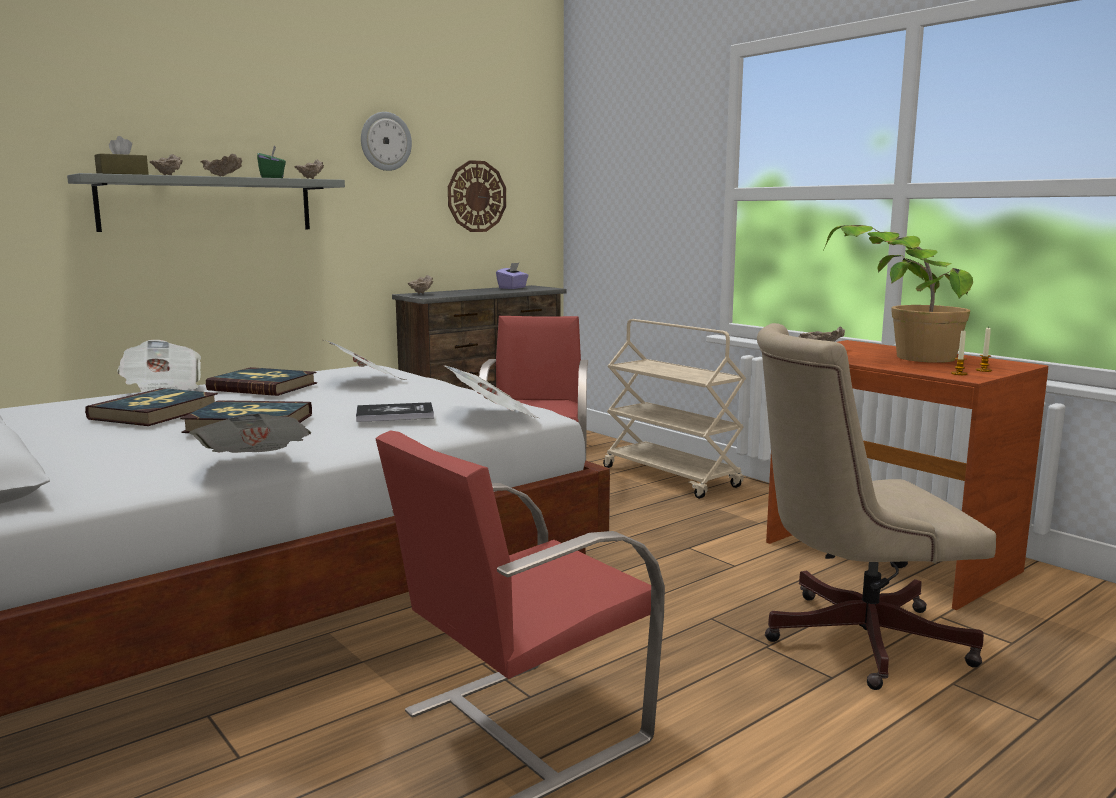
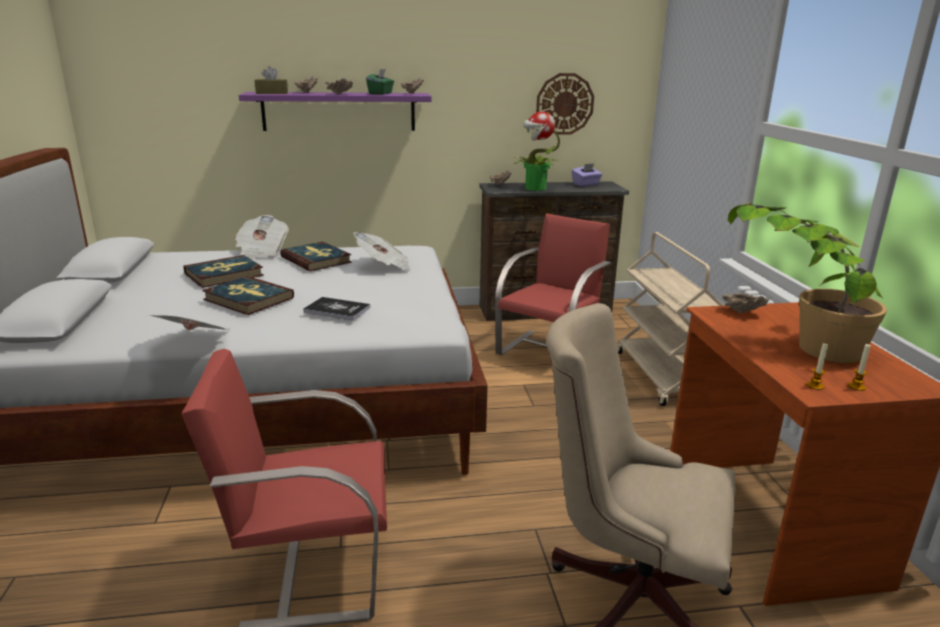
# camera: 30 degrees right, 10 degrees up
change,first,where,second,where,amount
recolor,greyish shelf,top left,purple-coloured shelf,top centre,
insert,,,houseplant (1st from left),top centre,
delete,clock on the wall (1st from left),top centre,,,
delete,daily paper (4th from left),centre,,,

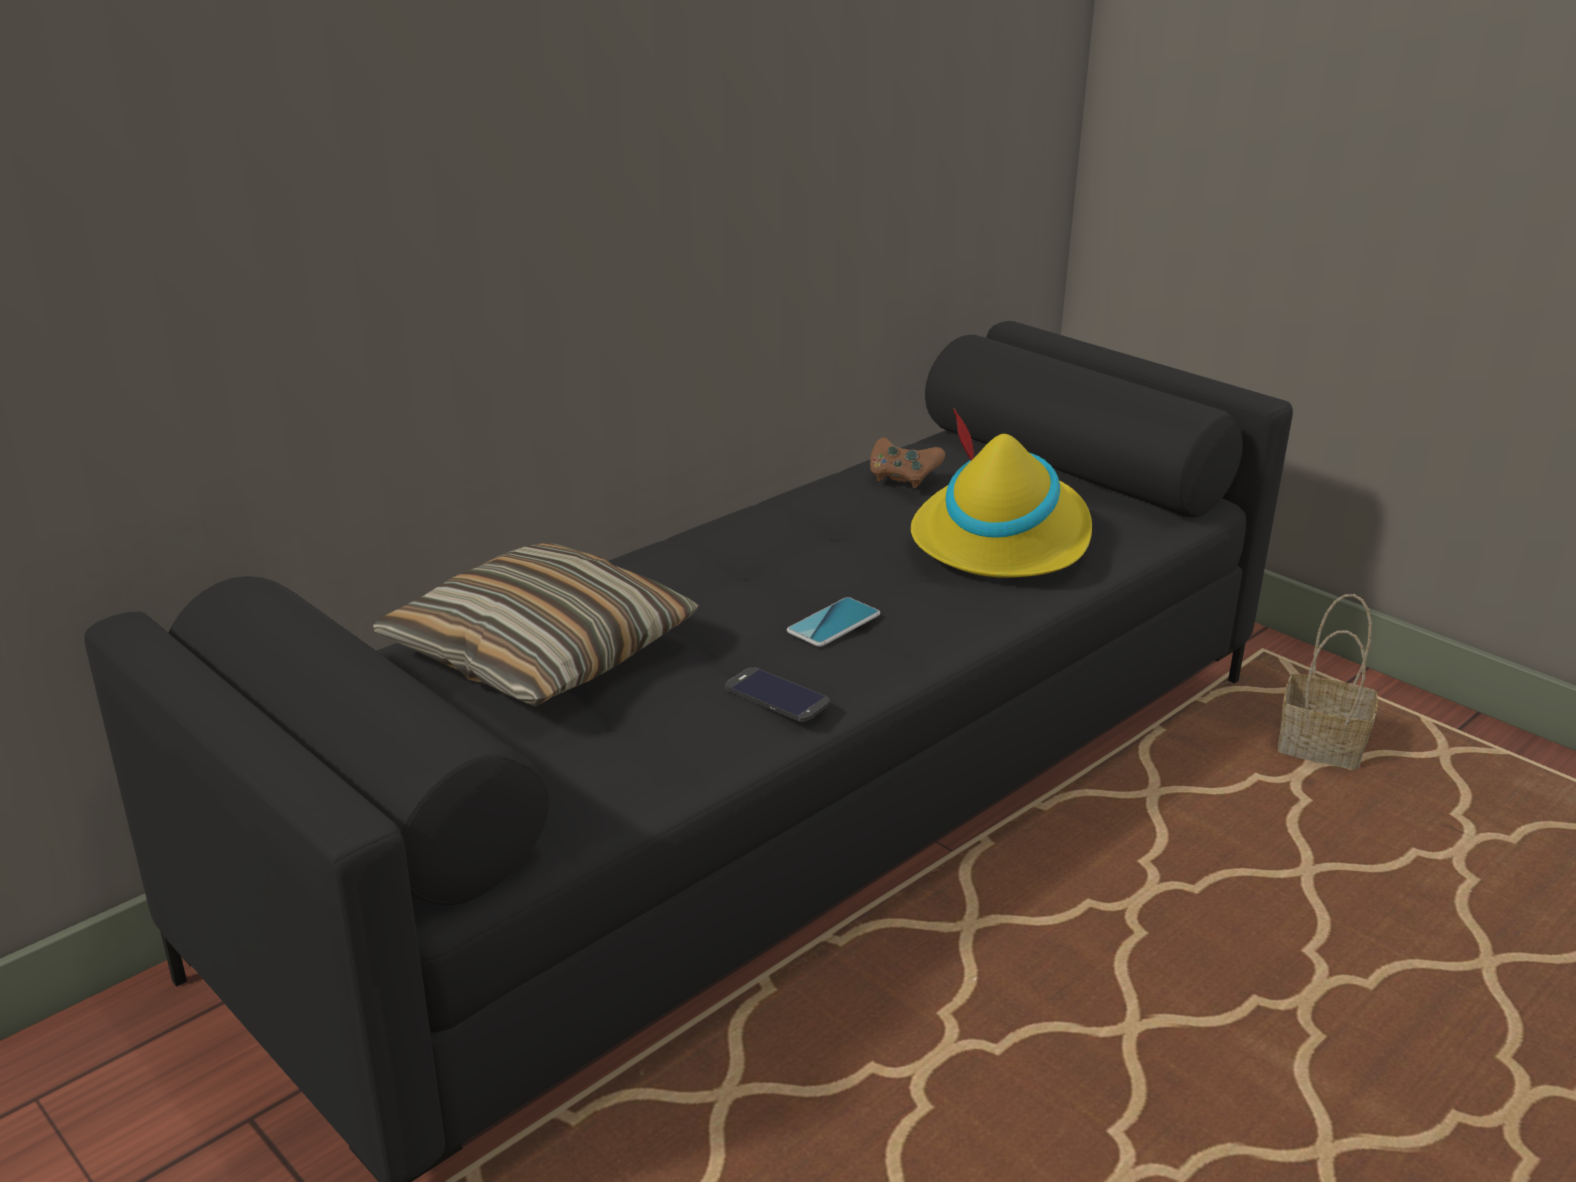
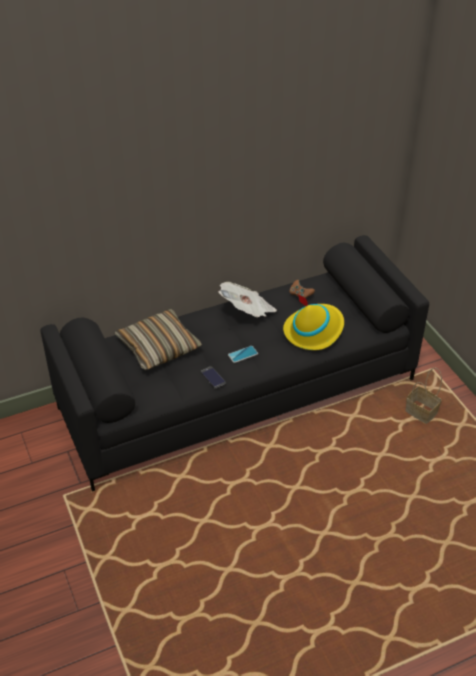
# camera: 20 degrees right, 15 degrees up
change,first,where,second,where,amount
insert,,,daily paper,centre,

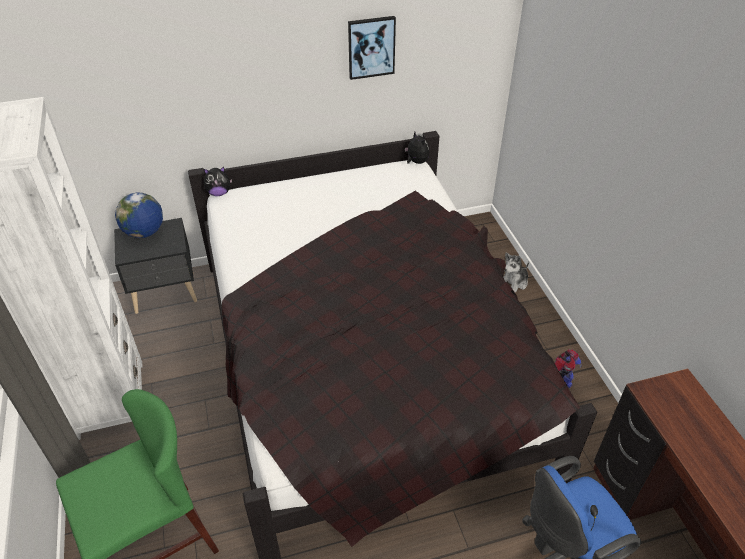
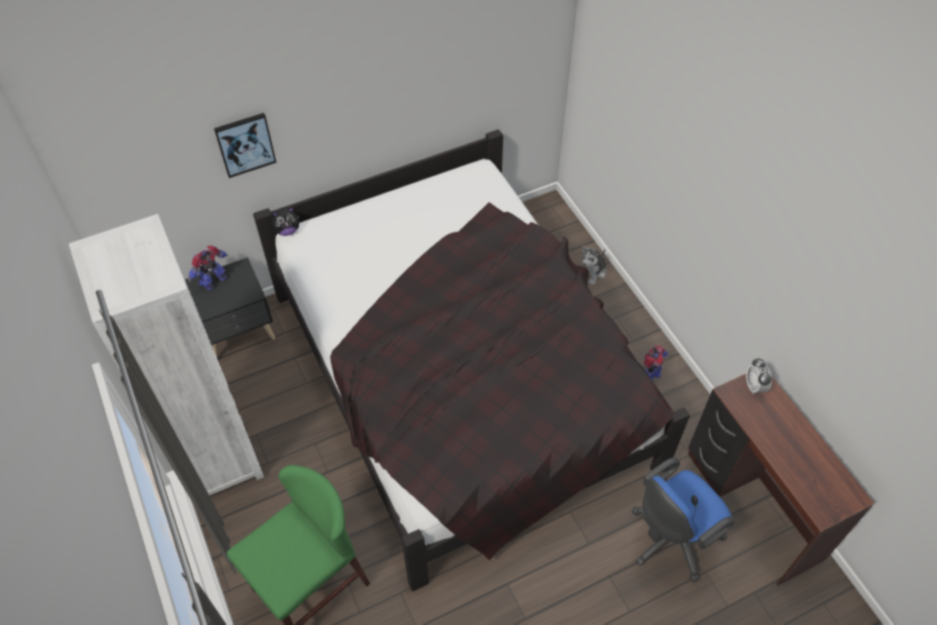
# camera: 10 degrees left, 10 degrees up
change,first,where,second,where,amount
replace,world globe,middle left,toy robot (1st from left),middle left,
move,picture,top centre,,top left,
insert,,,table clock,middle right,
delete,plush toy (2nd from left),top centre,,,

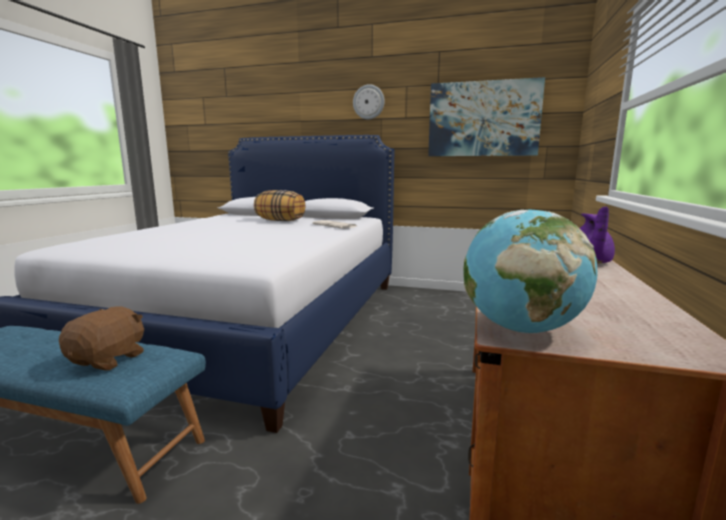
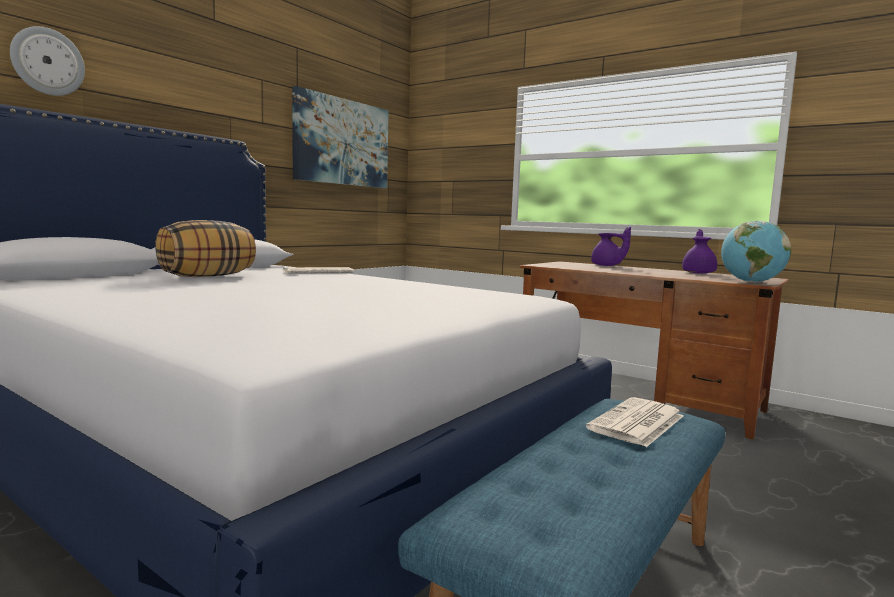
# camera: 70 degrees left, 5 degrees down
change,first,where,second,where,amount
move,clock on the wall,top centre,,top left,
replace,brown-coloured plush toy,middle left,daily paper (2nd from left),bottom right,
insert,,,purple-coloured tea pot (2nd from left),middle right,

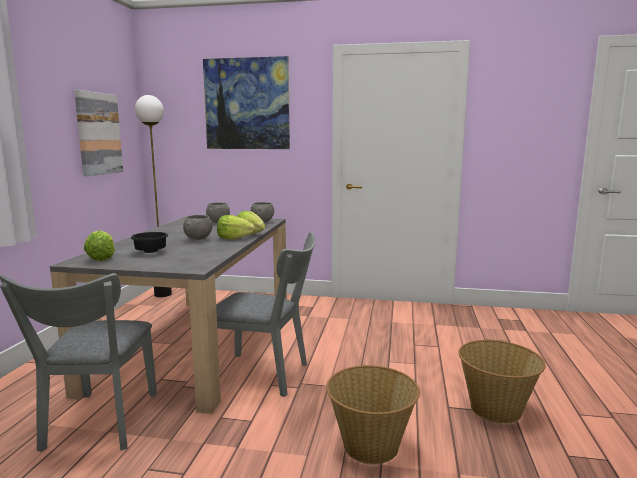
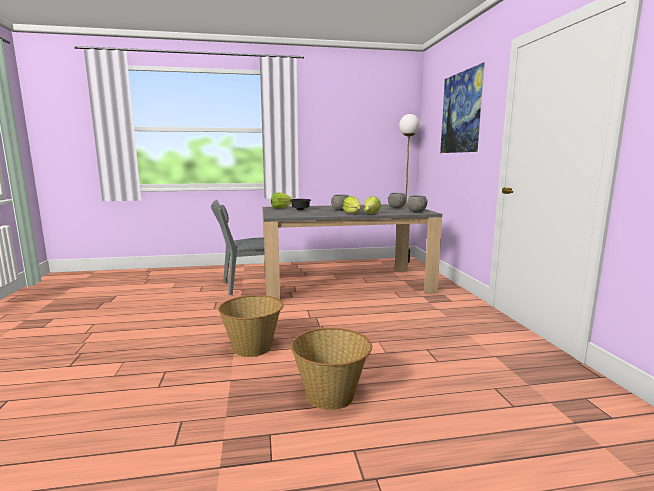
# camera: 70 degrees right, 0 degrees up
change,first,where,second,where,amount
delete,picture (1st from left),top left,,,
delete,greyish chair (2nd from left),centre,,,

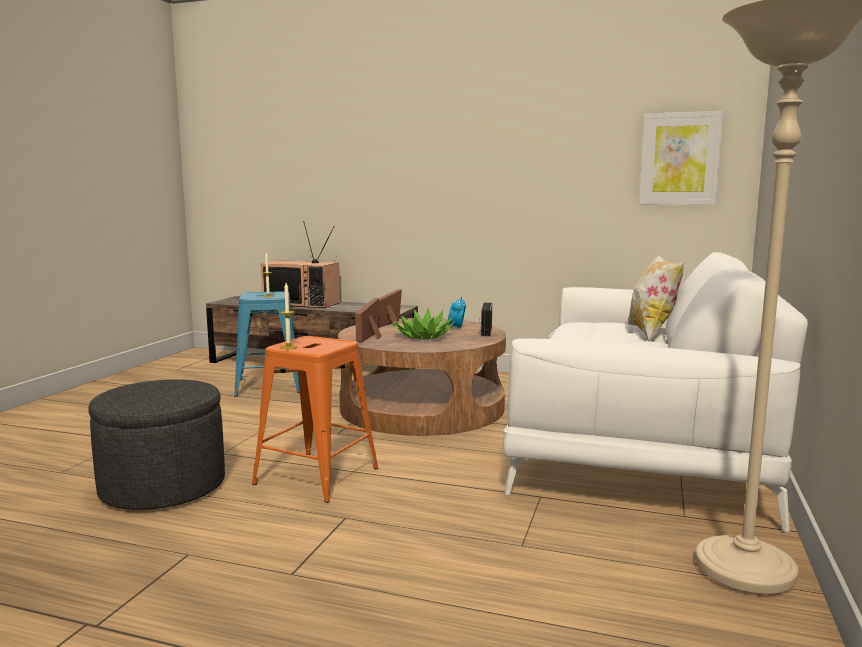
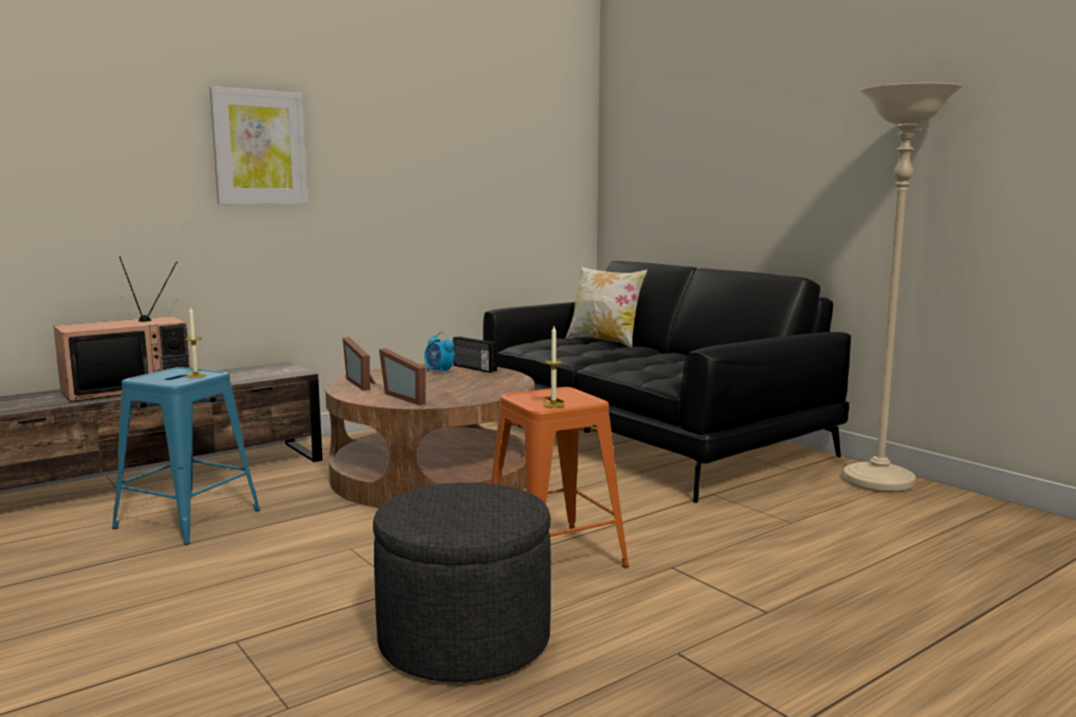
# camera: 55 degrees left, 0 degrees up
change,first,where,second,where,amount
move,picture,top right,,top left,
recolor,white-coloured couch,middle right,blackish couch,centre,
delete,houseplant,centre,,,

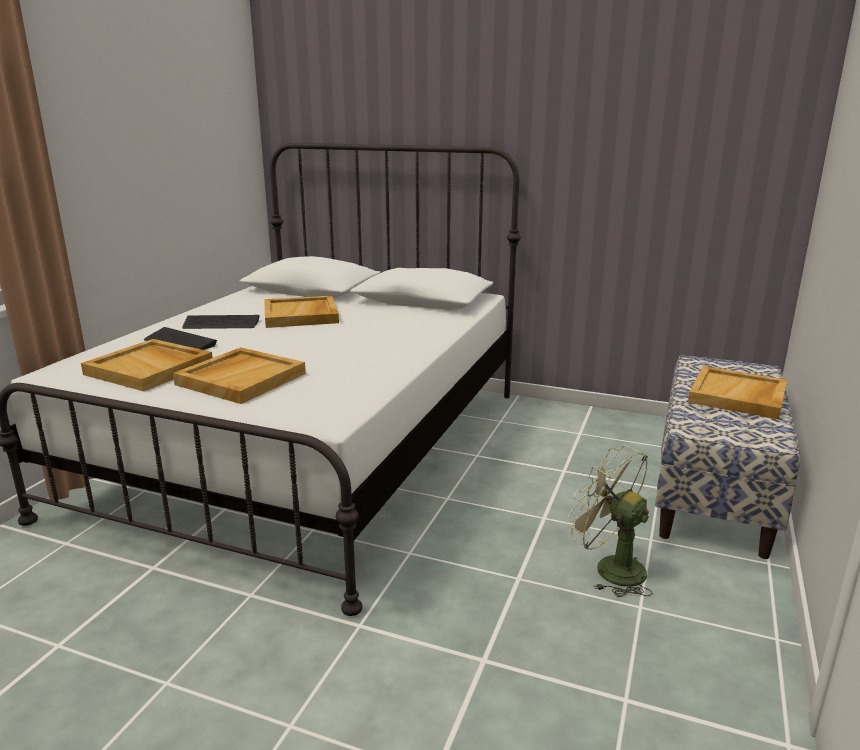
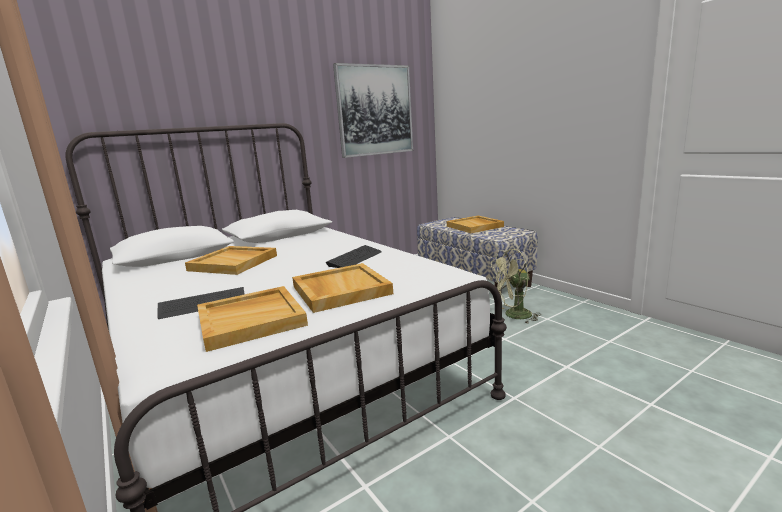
# camera: 55 degrees left, 5 degrees down
change,first,where,second,where,amount
move,computer keyboard (2nd from left),middle left,,centre,
insert,,,picture,top centre,

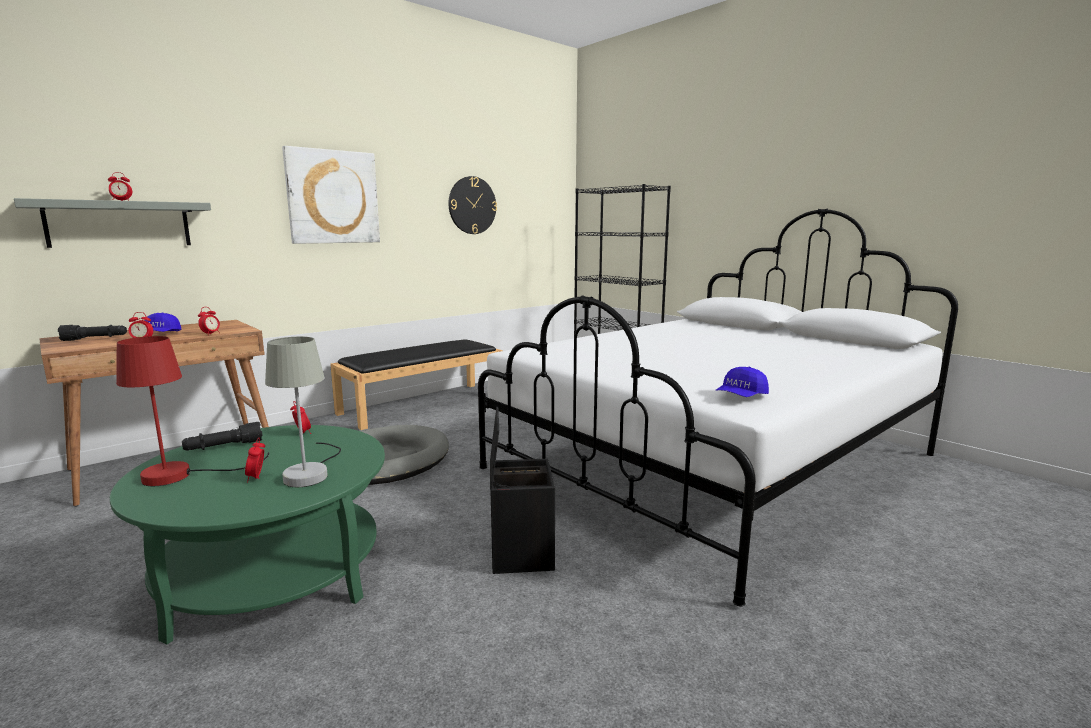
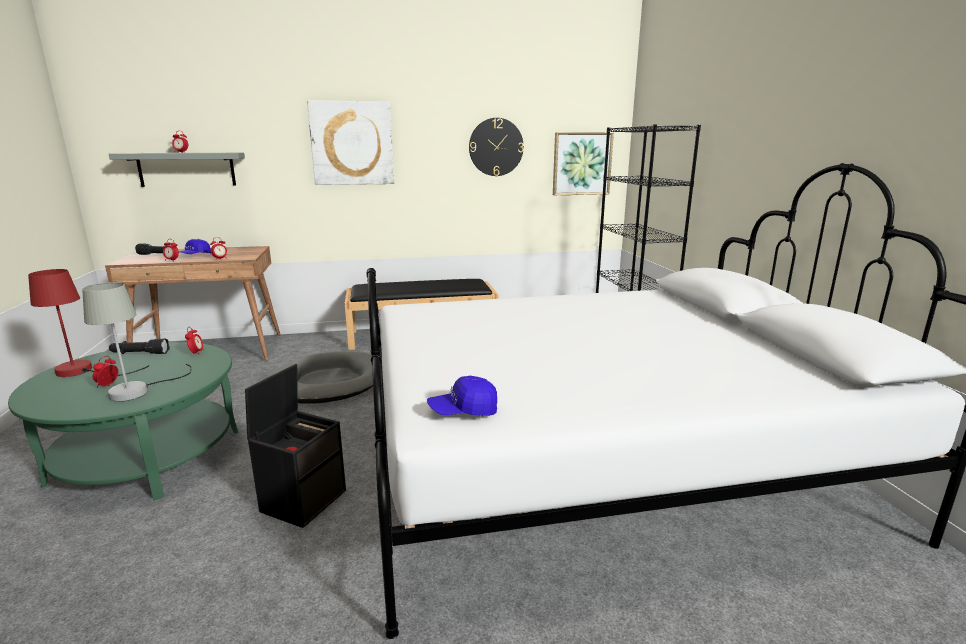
# camera: 30 degrees right, 5 degrees up
change,first,where,second,where,amount
insert,,,picture (2nd from left),top centre,

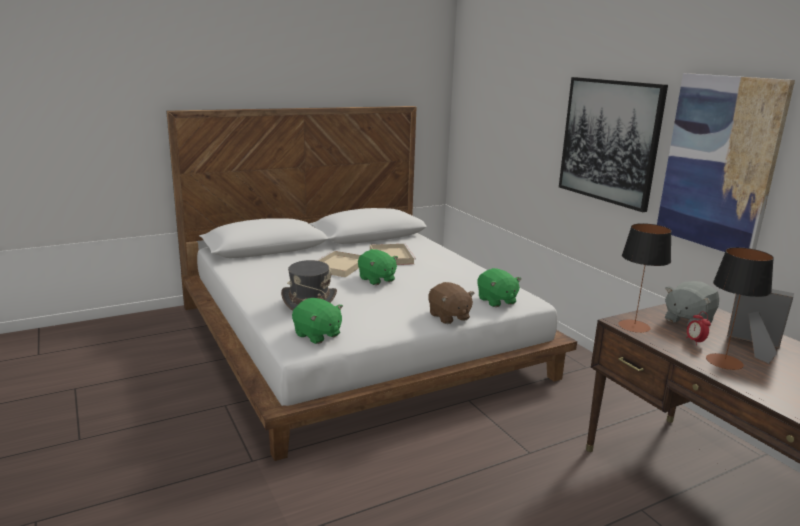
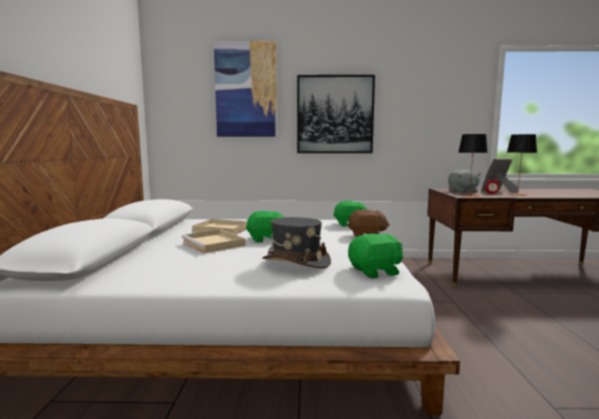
# camera: 60 degrees left, 10 degrees down
change,first,where,second,where,amount
move,picture (2nd from left in the first image),top right,picture (1st from left),top centre,

